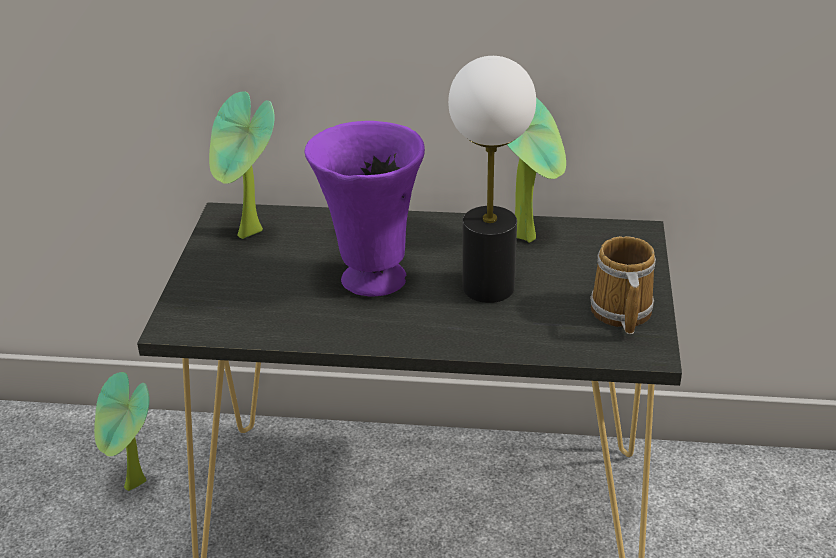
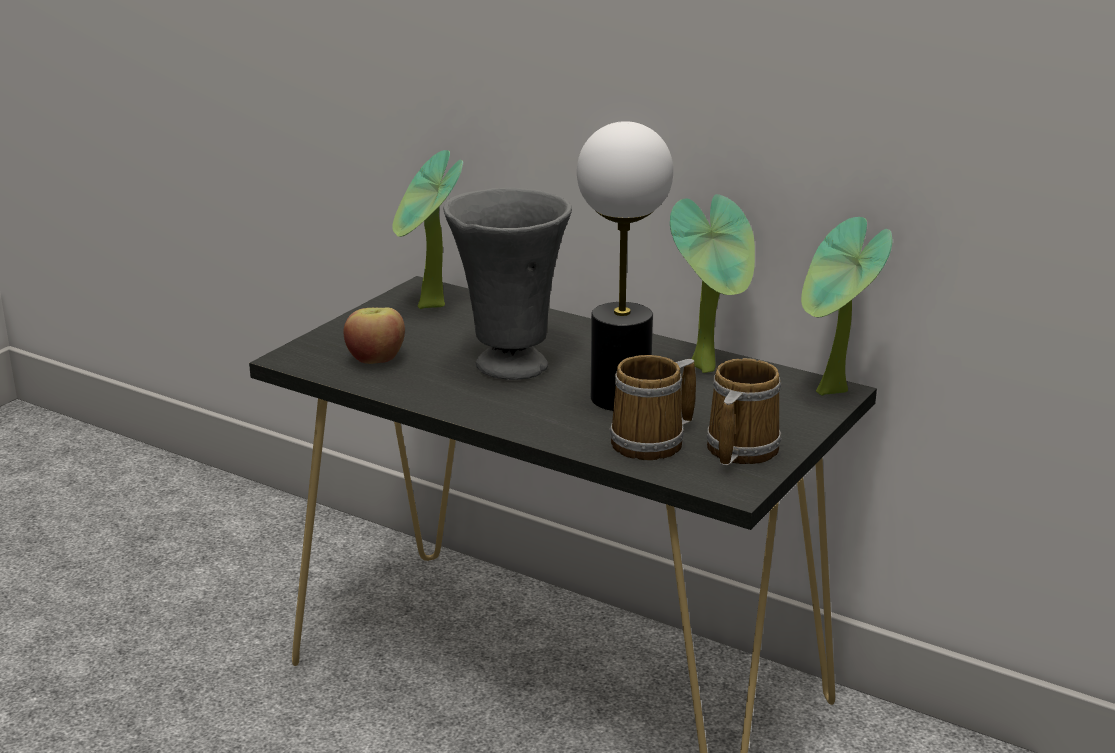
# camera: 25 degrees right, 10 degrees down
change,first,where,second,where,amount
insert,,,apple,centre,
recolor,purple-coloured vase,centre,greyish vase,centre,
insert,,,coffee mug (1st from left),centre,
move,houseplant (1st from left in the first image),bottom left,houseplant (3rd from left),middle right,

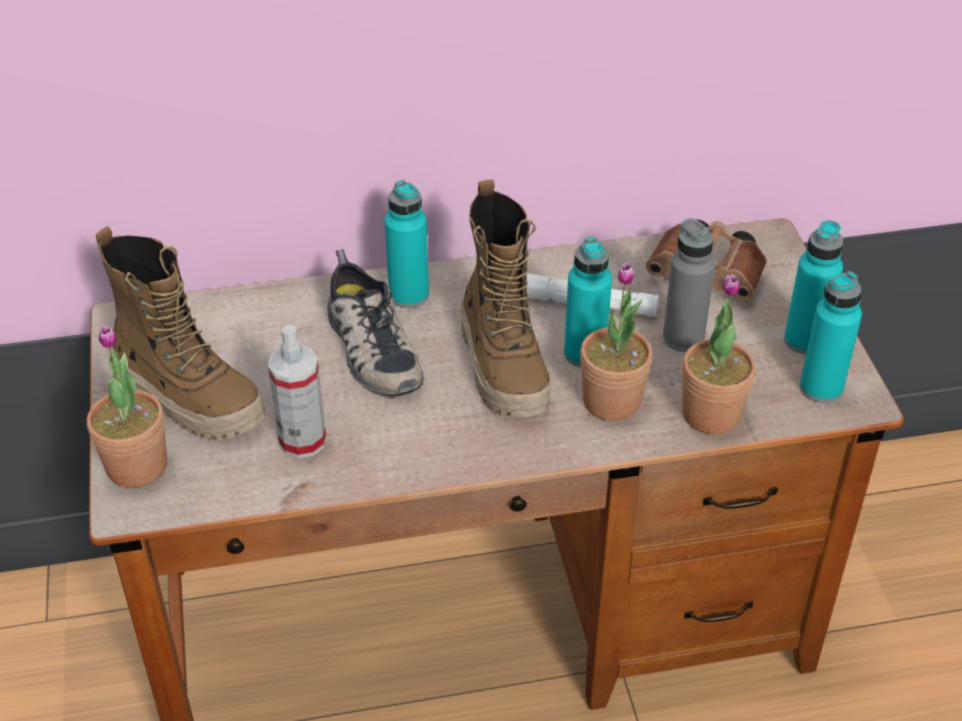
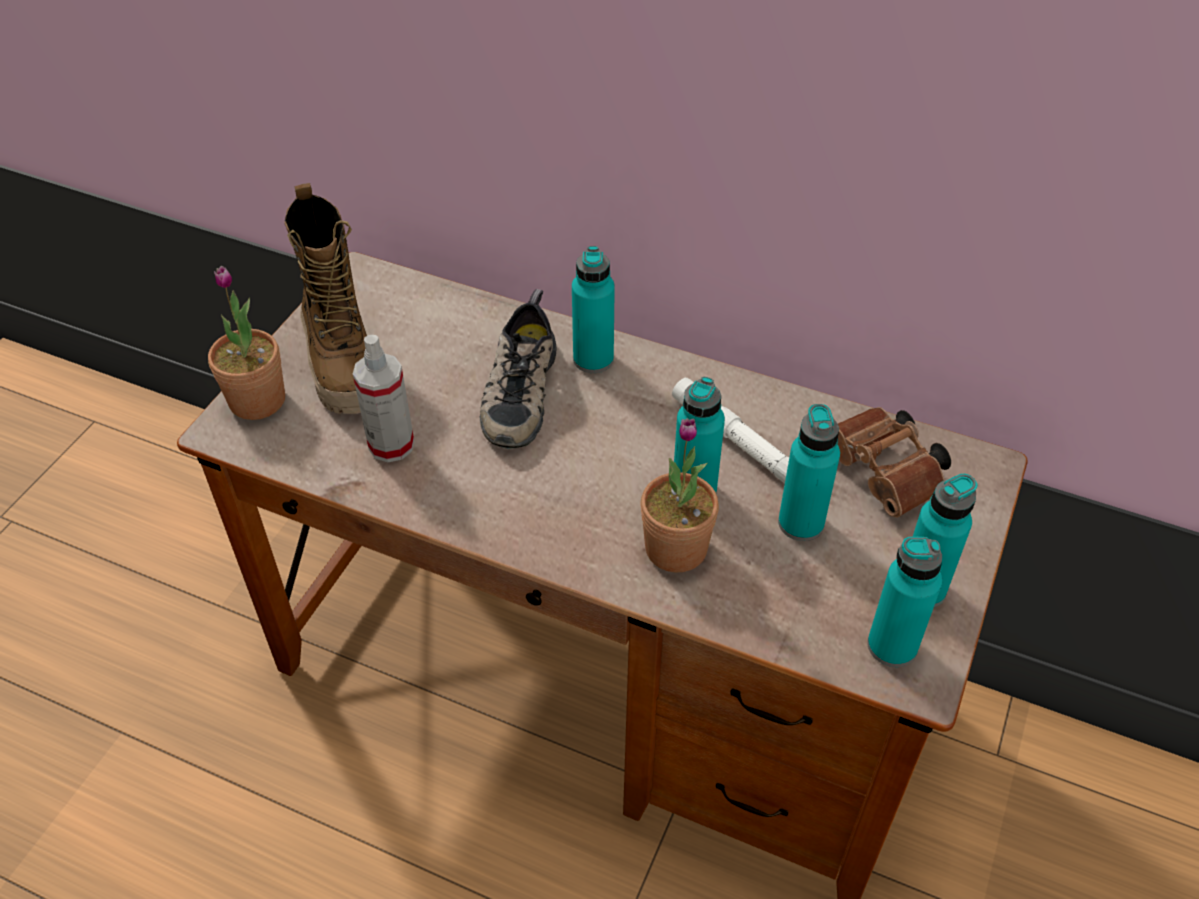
# camera: 35 degrees right, 5 degrees up
change,first,where,second,where,amount
recolor,greyish beverage bottle,middle right,turquoise-coloured beverage bottle (3rd from left),middle right,
delete,tall boot (2nd from left),centre,,,
delete,houseplant (3rd from left),middle right,,,

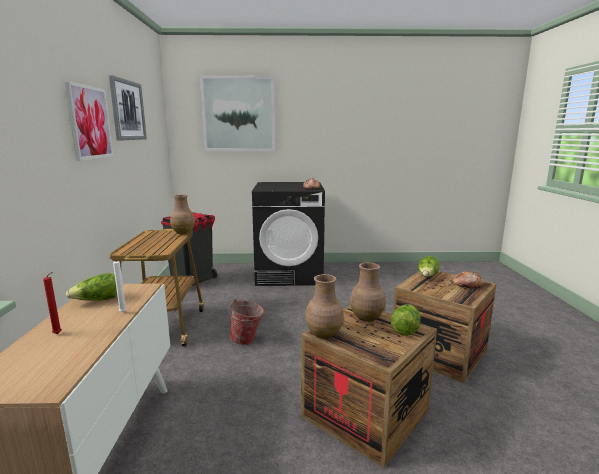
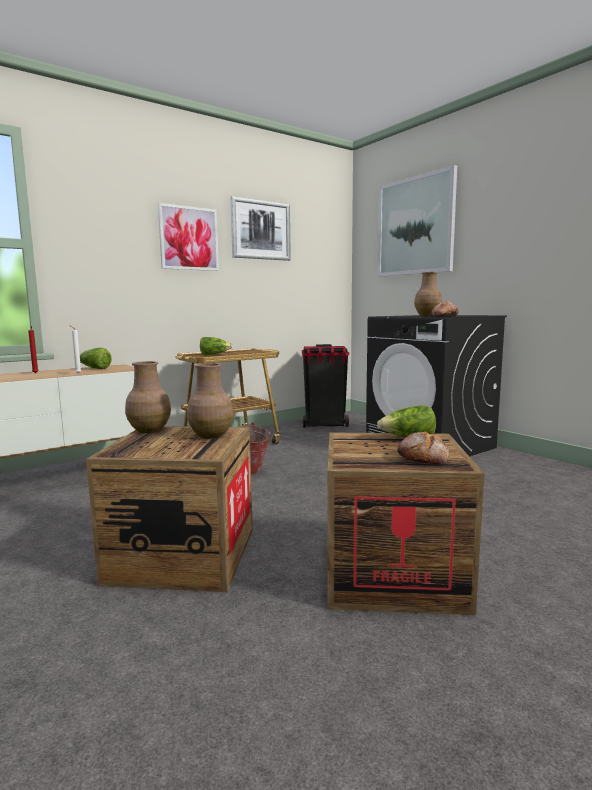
# camera: 55 degrees right, 5 degrees down
change,first,where,second,where,amount
move,lettuce (2nd from left),bottom right,,centre,
move,brown-coloured vase (1st from left in the first image),middle left,brown-coloured vase (3rd from left),middle right,

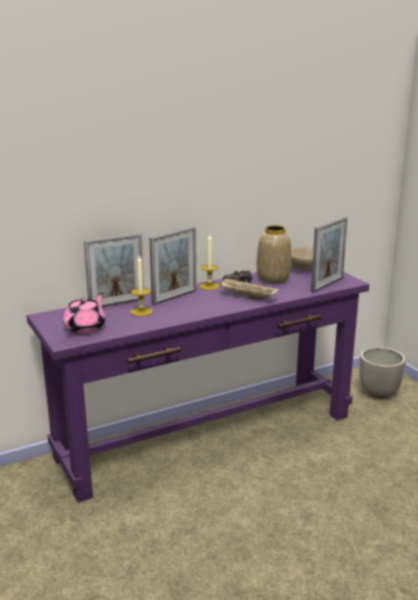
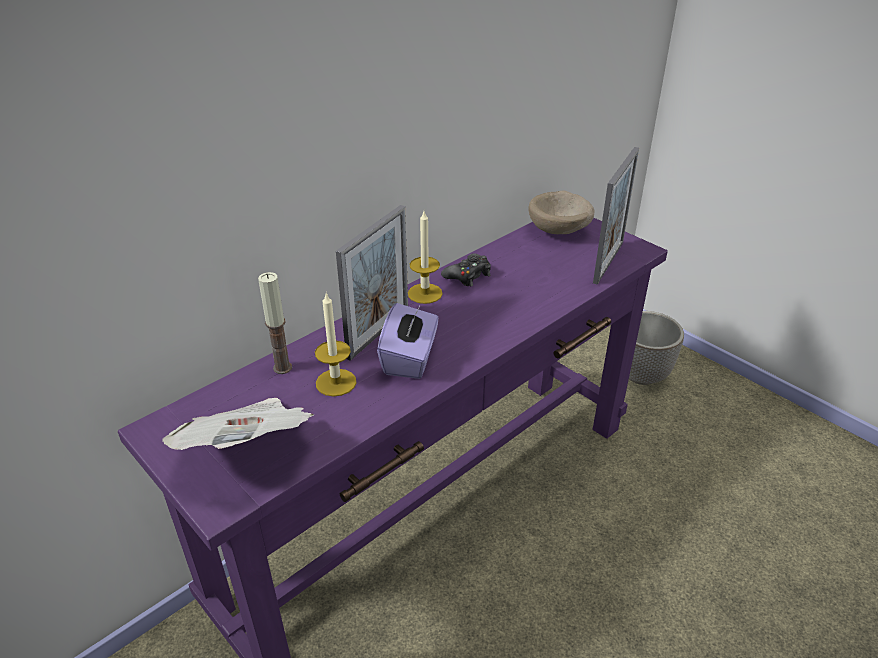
# camera: 15 degrees left, 15 degrees up
change,first,where,second,where,amount
replace,pink-coloured tea pot,middle left,daily paper,middle left,
replace,standing frame (1st from left),middle left,candle (1st from left),middle left,
insert,,,purple-coloured tissue box,centre,
delete,beige-coloured carrying tray,centre,,,
delete,vase,centre,,,

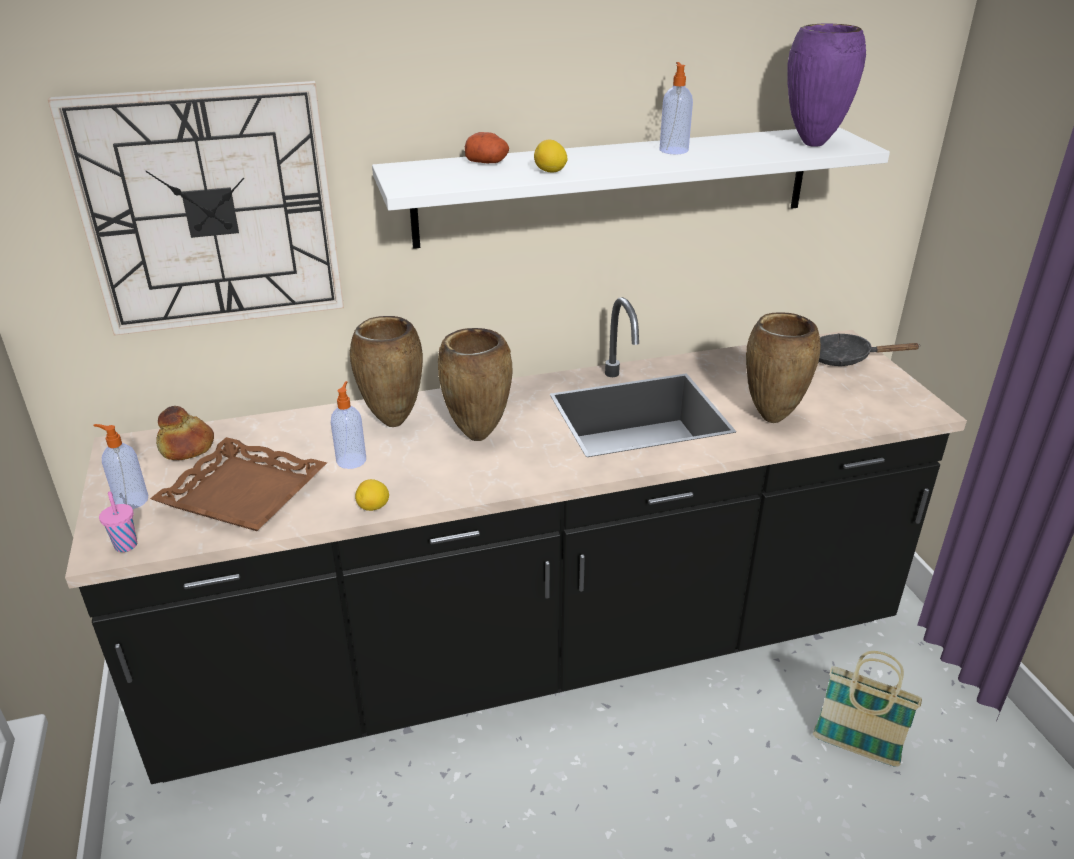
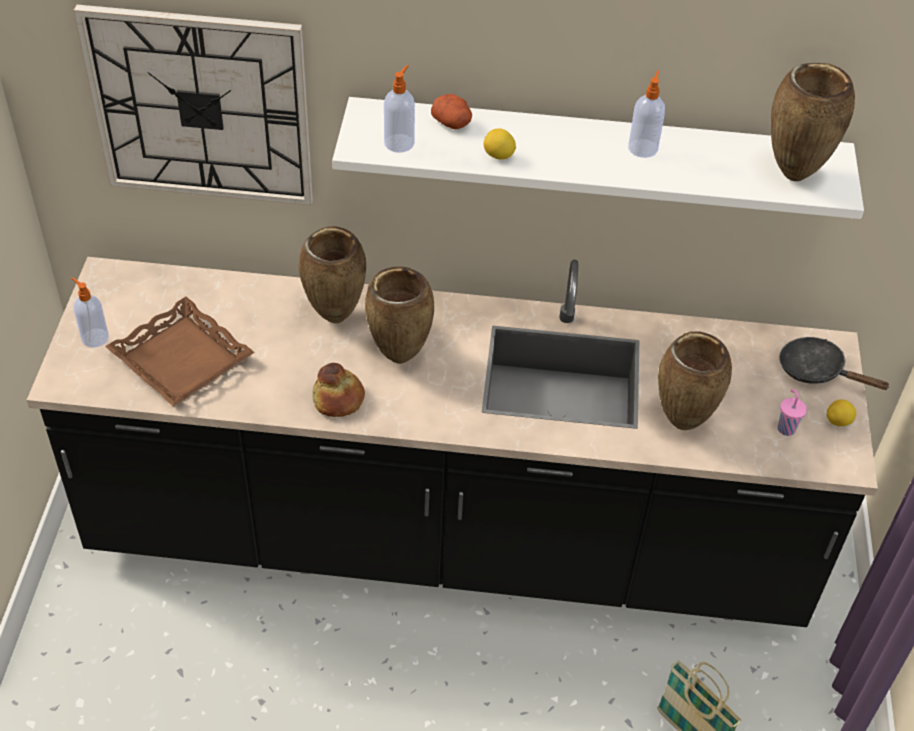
# camera: 20 degrees right, 15 degrees up
change,first,where,second,where,amount
move,bakery bread,middle left,,centre,
move,soap dispenser (2nd from left),middle left,,top centre,
recolor,purple-coloured vase,top right,brown-coloured vase (4th from left),top right,
move,pink-coloured small cup,middle left,,middle right,
move,citrus fruit (1st from left in the first image),centre,citrus fruit (2nd from left),middle right,

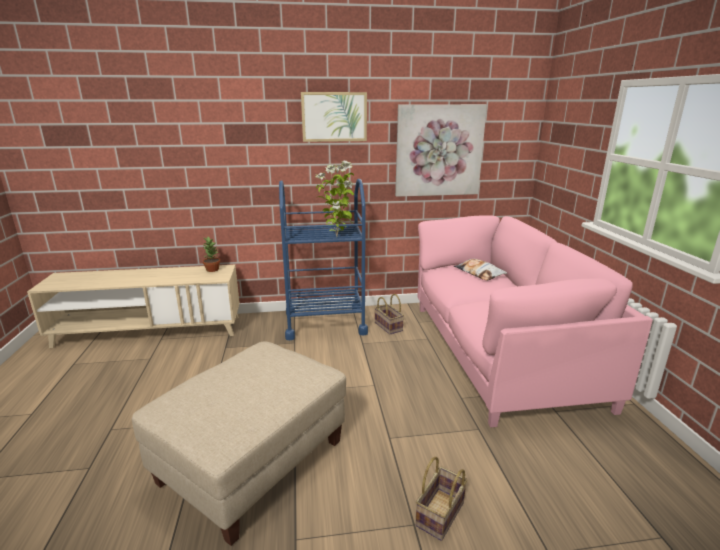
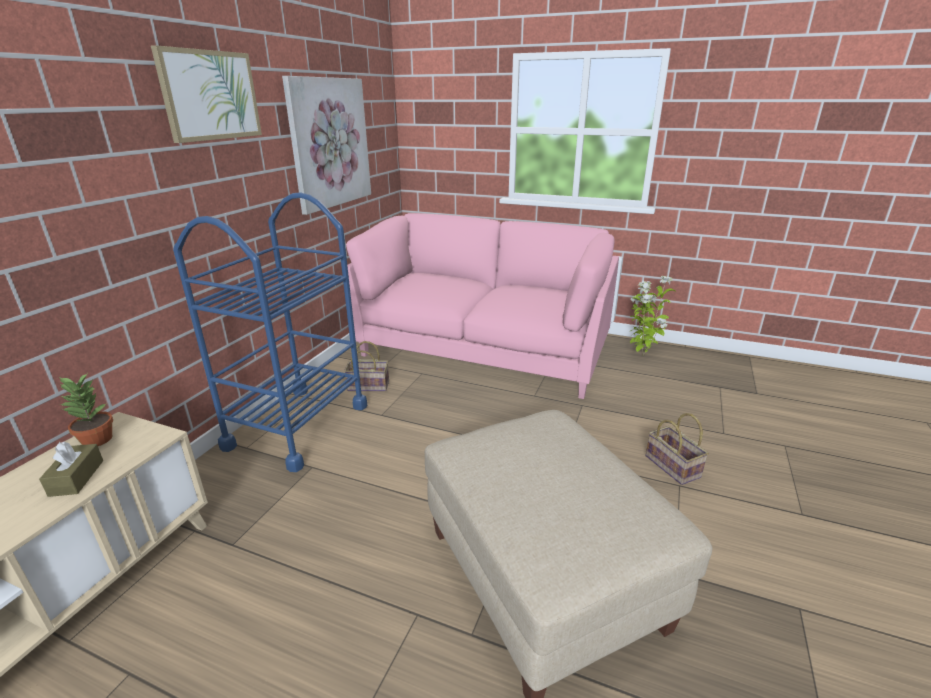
# camera: 60 degrees left, 5 degrees up
change,first,where,second,where,amount
insert,,,brown-coloured tissue box,bottom left,
move,houseplant (2nd from left),centre,,middle right,
delete,throw pillow,middle right,,,

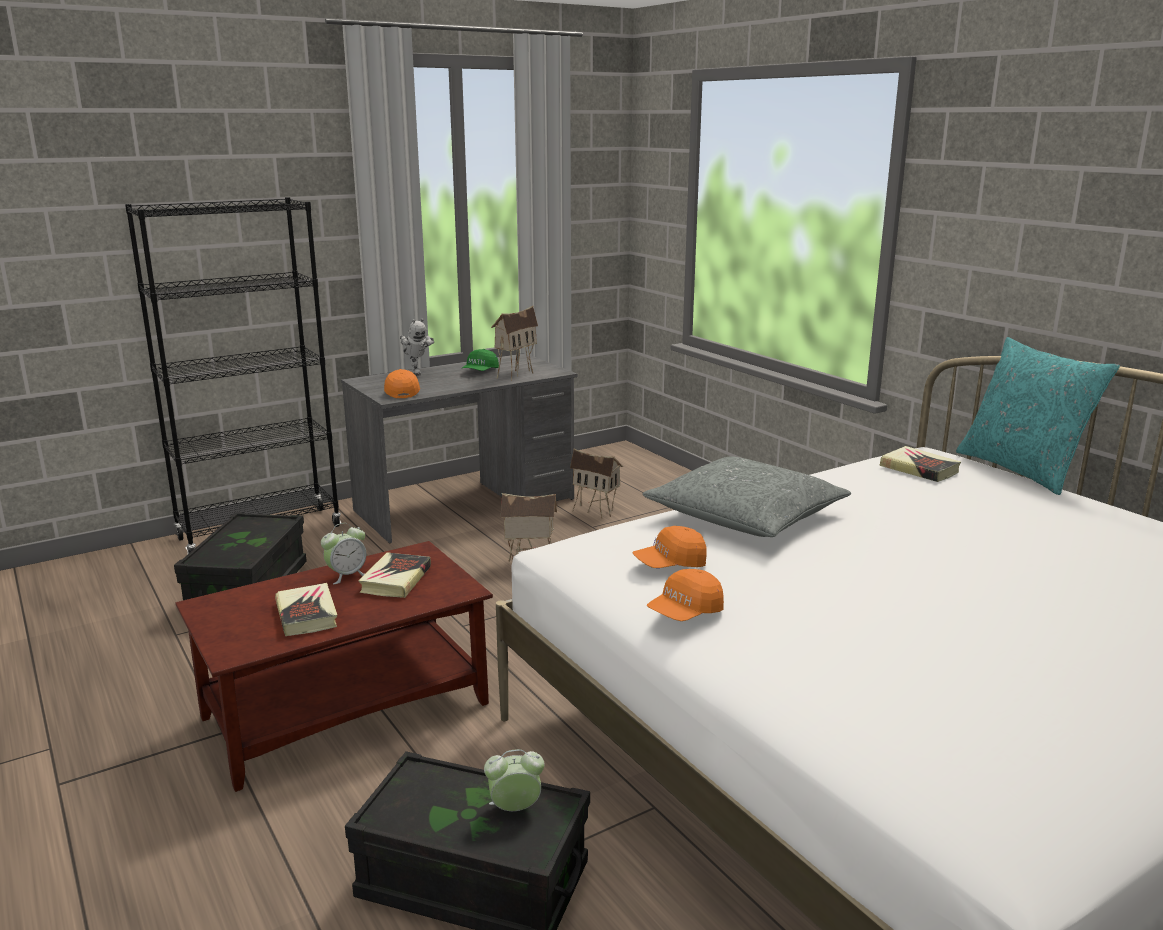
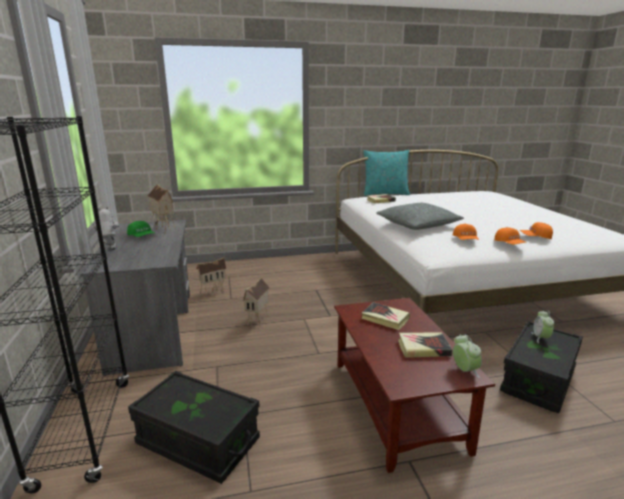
# camera: 70 degrees left, 0 degrees up
change,first,where,second,where,amount
rotate,toy robot,centre,,middle left,105 degrees counterclockwise
move,table clock (1st from left),middle left,,bottom right,
move,orange peaked cap (1st from left in the first image),centre,orange peaked cap (3rd from left),middle right,

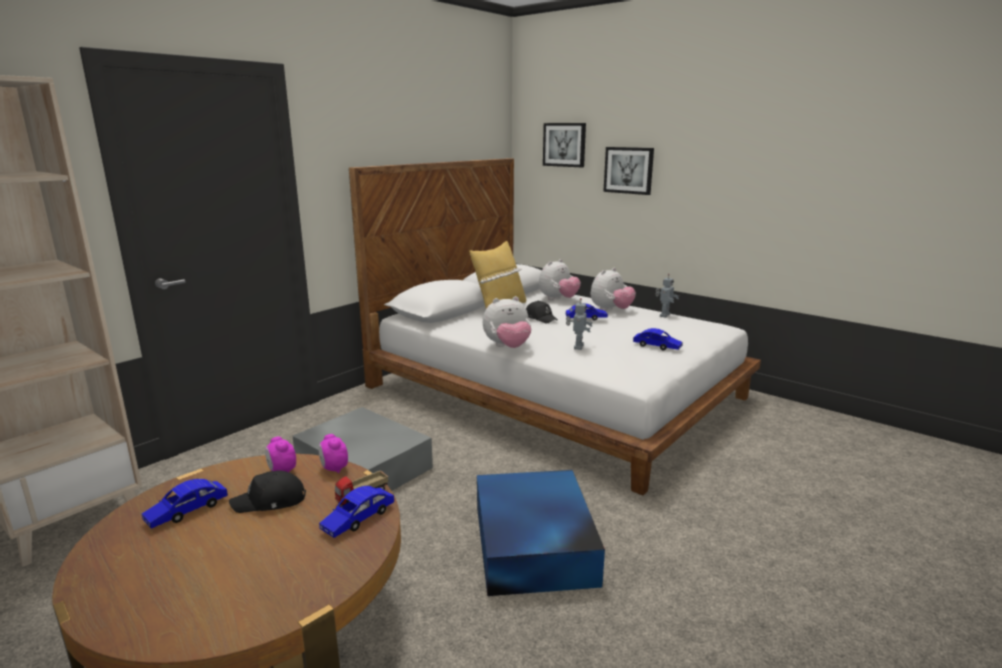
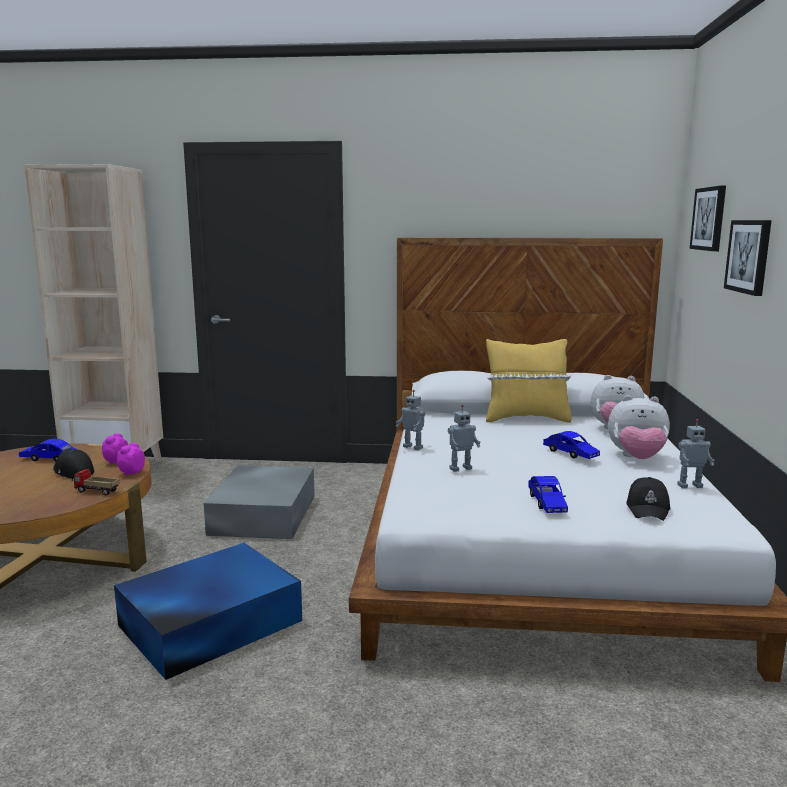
# camera: 55 degrees right, 5 degrees down
change,first,where,second,where,amount
replace,plush toy (1st from left),centre,toy robot (1st from left),centre,
move,blackish peaked cap (2nd from left),centre,,middle right,
delete,blue model car (2nd from left),bottom centre,,,

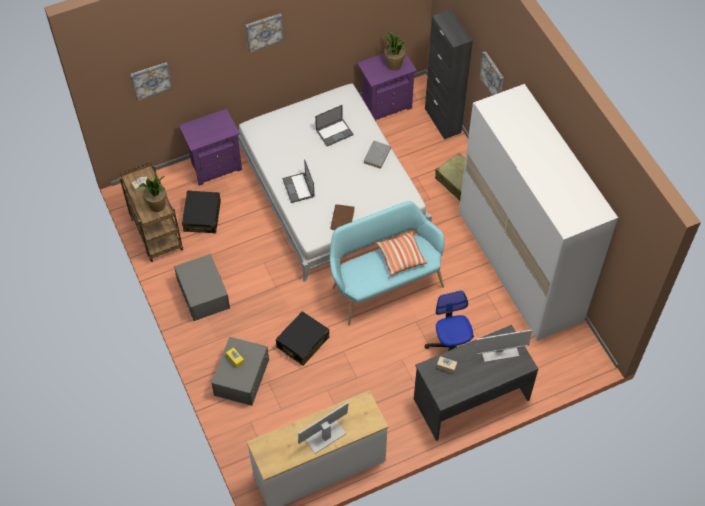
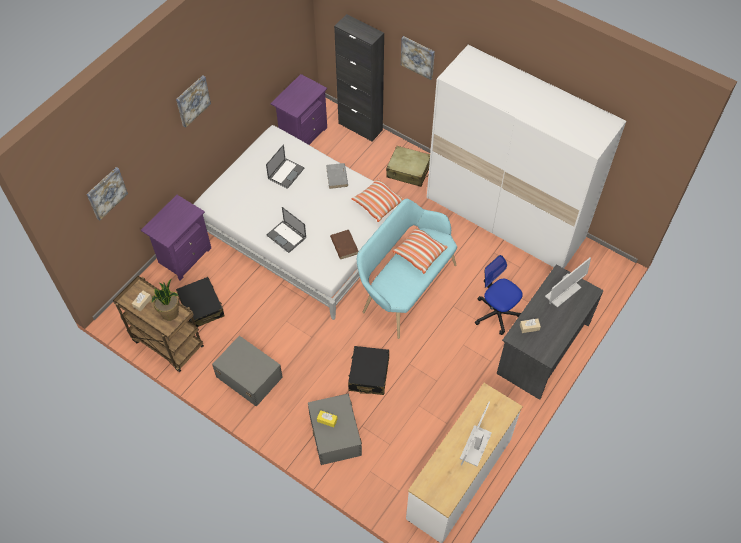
# camera: 30 degrees left, 0 degrees up
change,first,where,second,where,amount
insert,,,throw pillow (1st from left),centre,
delete,houseplant (2nd from left),top centre,,,

